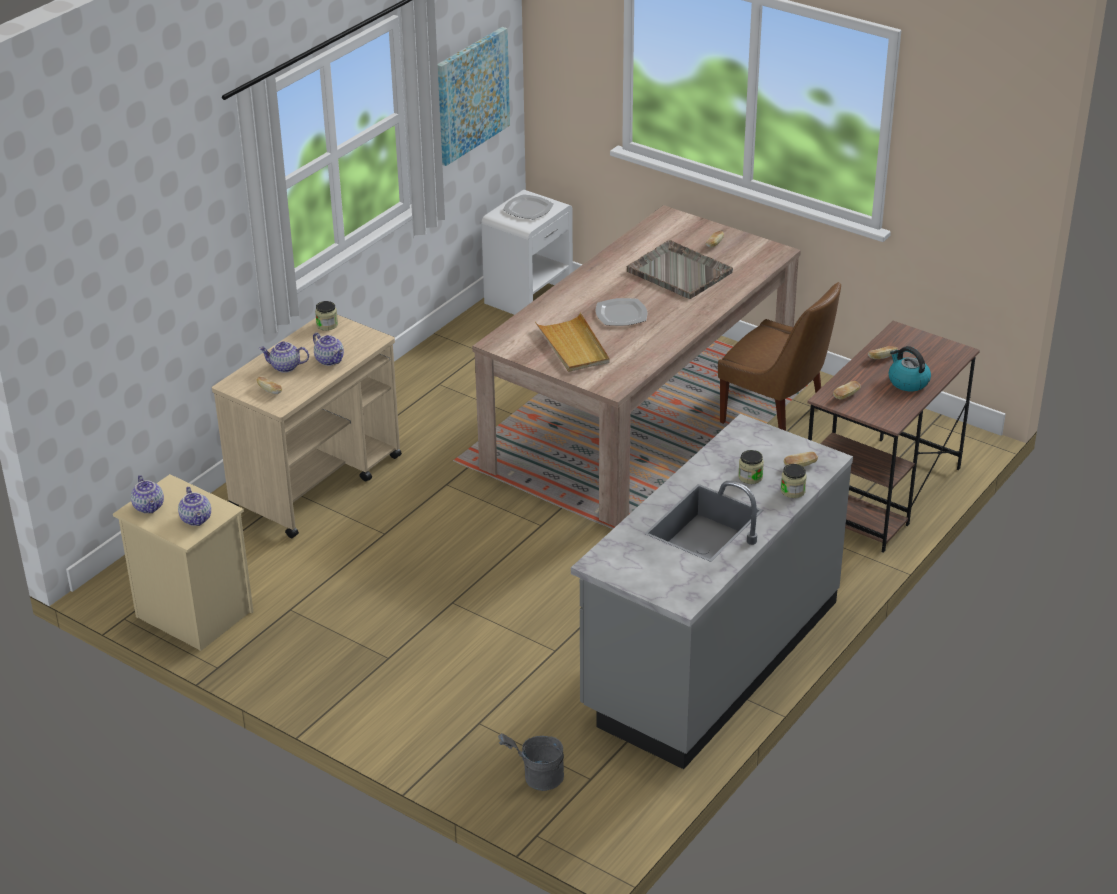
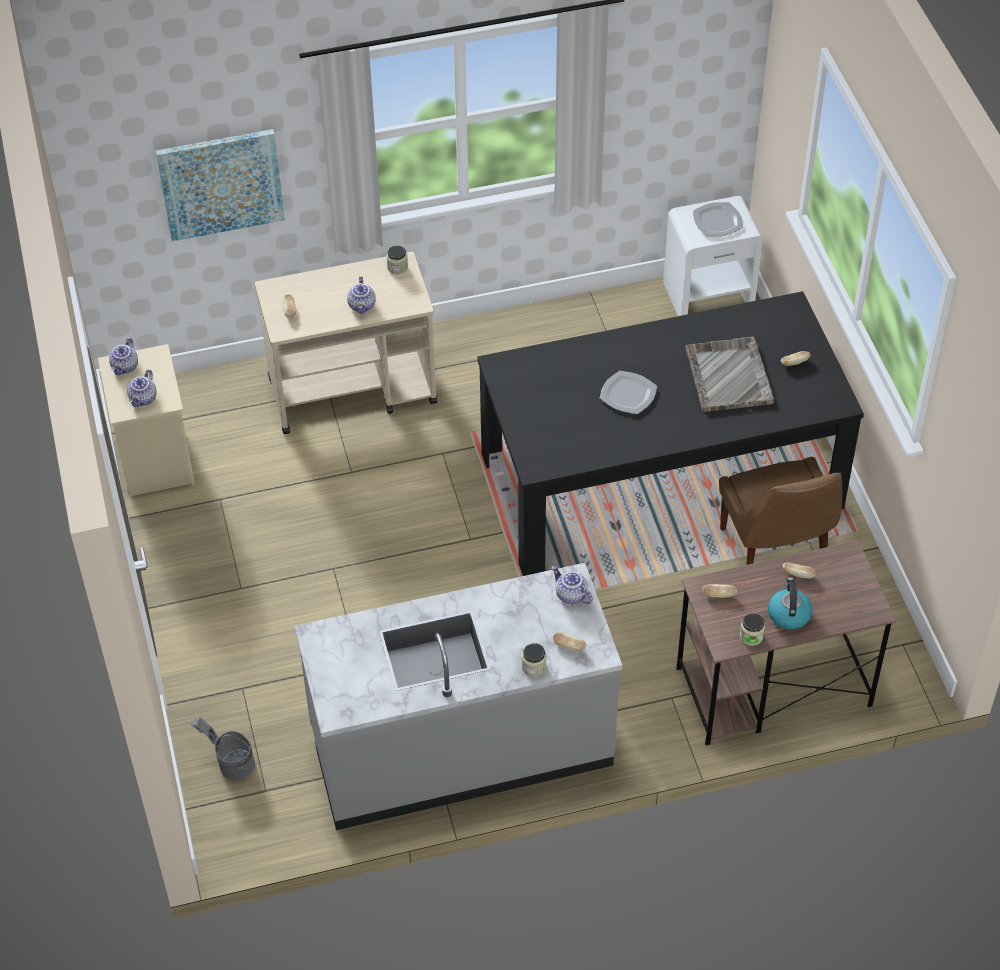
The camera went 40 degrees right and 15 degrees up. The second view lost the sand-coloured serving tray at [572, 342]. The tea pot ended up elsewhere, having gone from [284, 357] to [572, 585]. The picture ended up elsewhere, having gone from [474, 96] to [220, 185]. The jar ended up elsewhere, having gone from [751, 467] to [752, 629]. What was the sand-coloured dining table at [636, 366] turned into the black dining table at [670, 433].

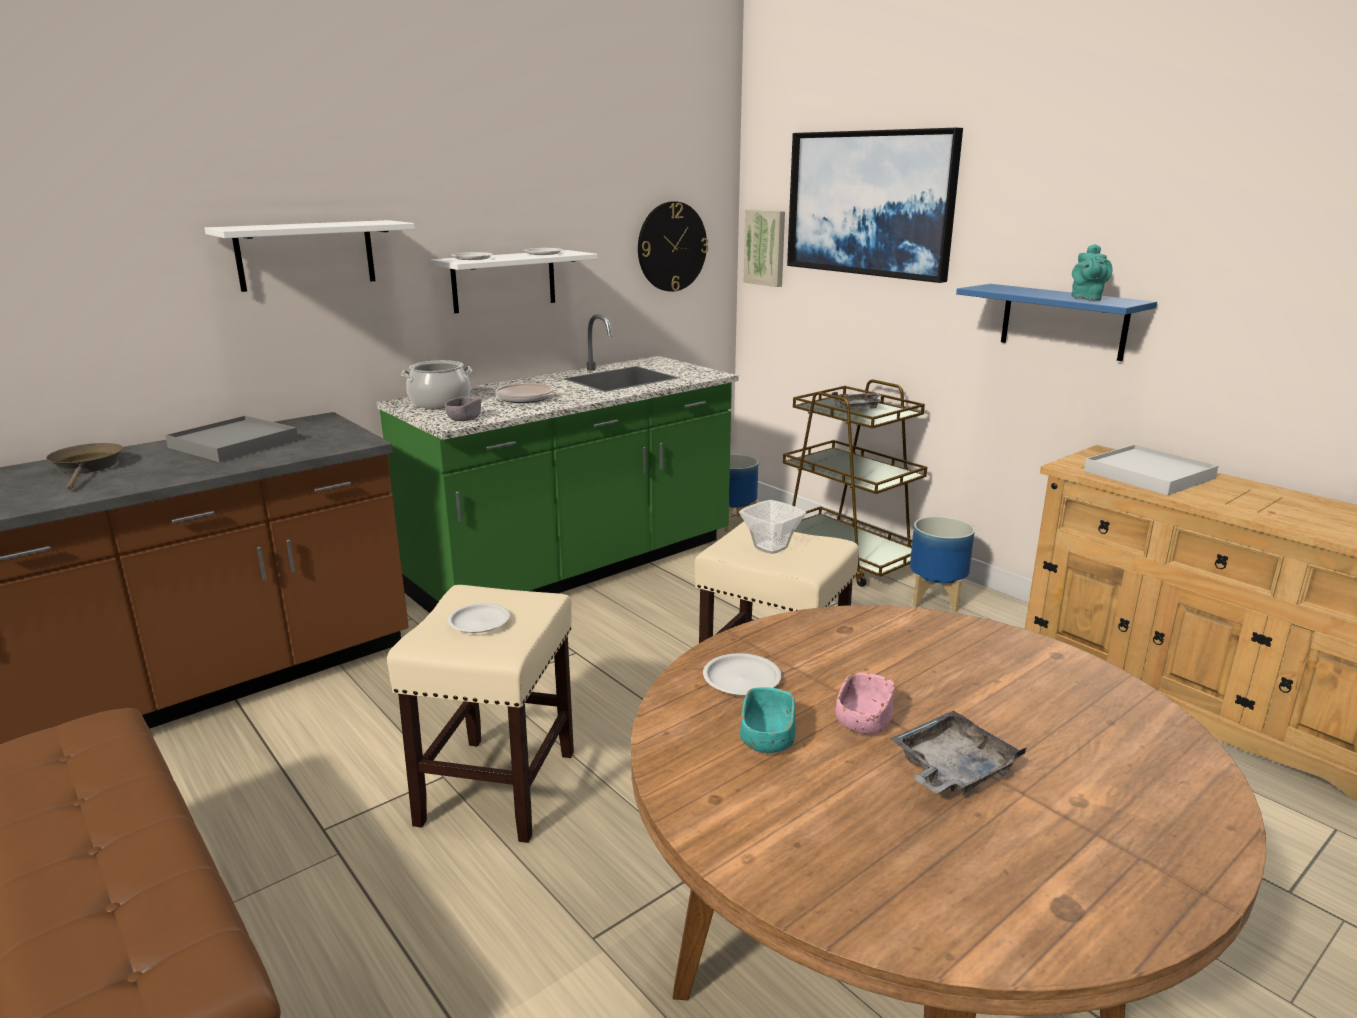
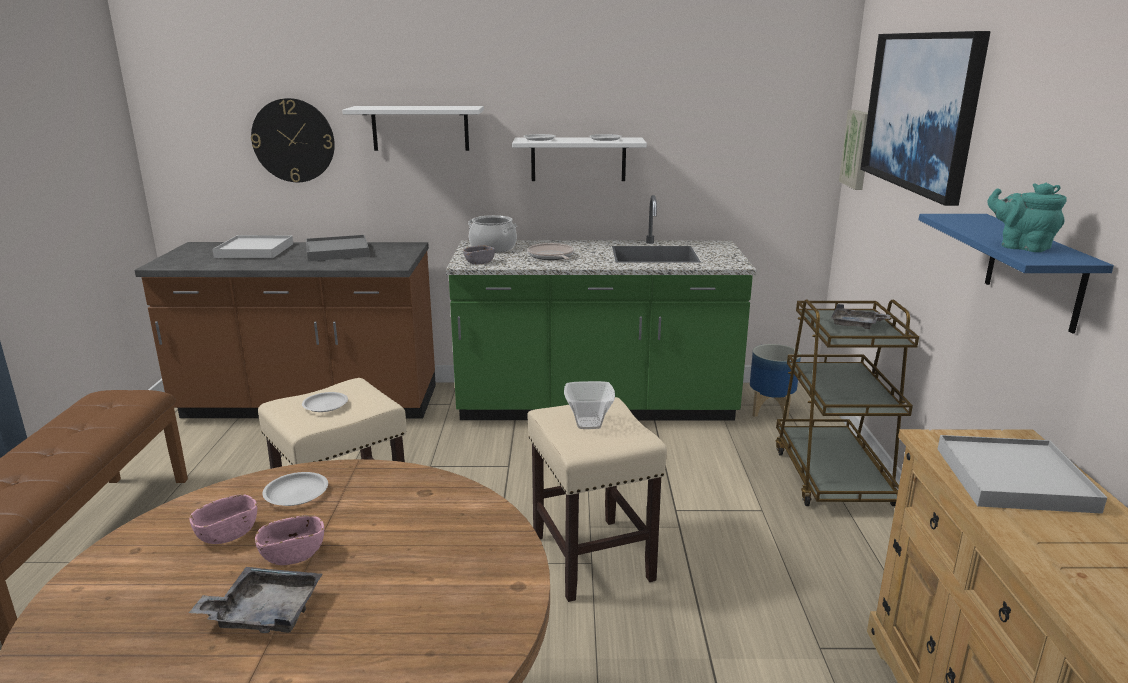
The camera went 40 degrees right and 0 degrees up. The second view lost the flower pot at [942, 564]. The hanging clock ended up elsewhere, having gone from [673, 246] to [293, 140]. Where the brown skillet stood at [84, 466], the white-coloured serving tray came to stand at [252, 246]. What was the turquoise deep dish at [767, 720] turned into the pinkish deep dish at [223, 519]. The turquoise tea pot at [1091, 272] ended up facing another way, 75 degrees clockwise from before.

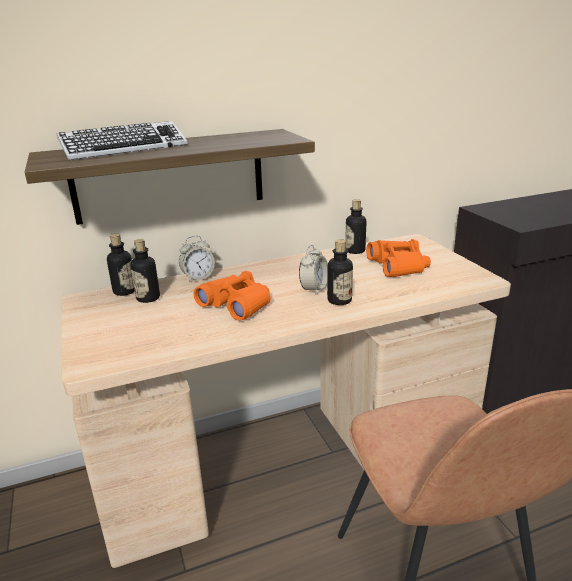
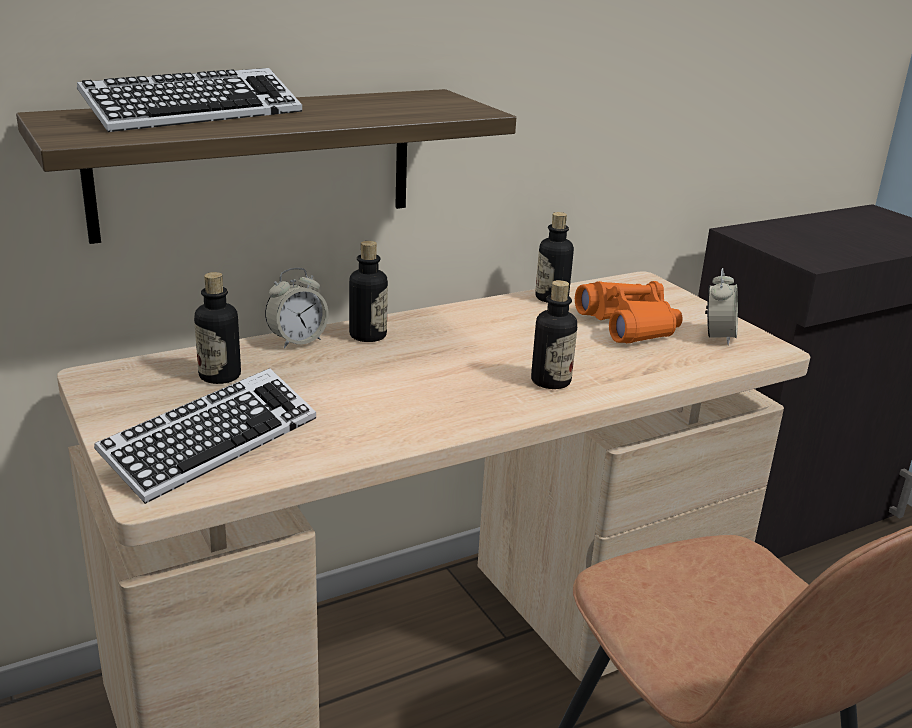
The camera went 10 degrees left and 0 degrees up. The second view lost the orangey field glasses at [231, 296]. The second view gained the computer keyboard at [205, 436]. The beverage bottle ended up elsewhere, having gone from [121, 265] to [368, 291]. The alarm clock ended up elsewhere, having gone from [313, 269] to [721, 306].

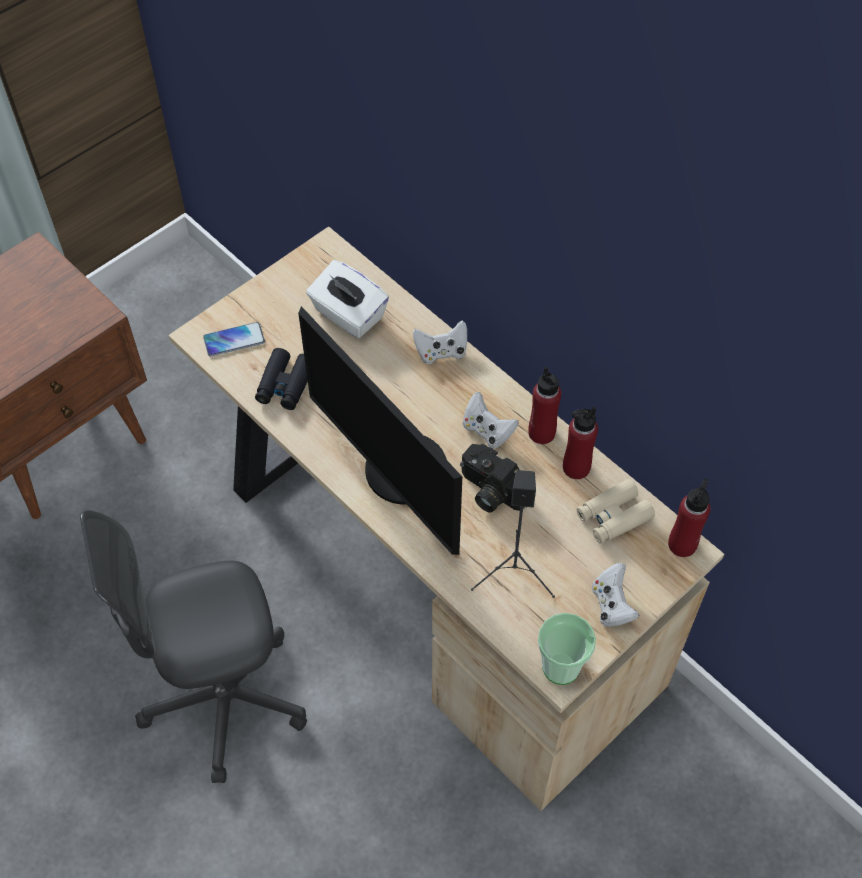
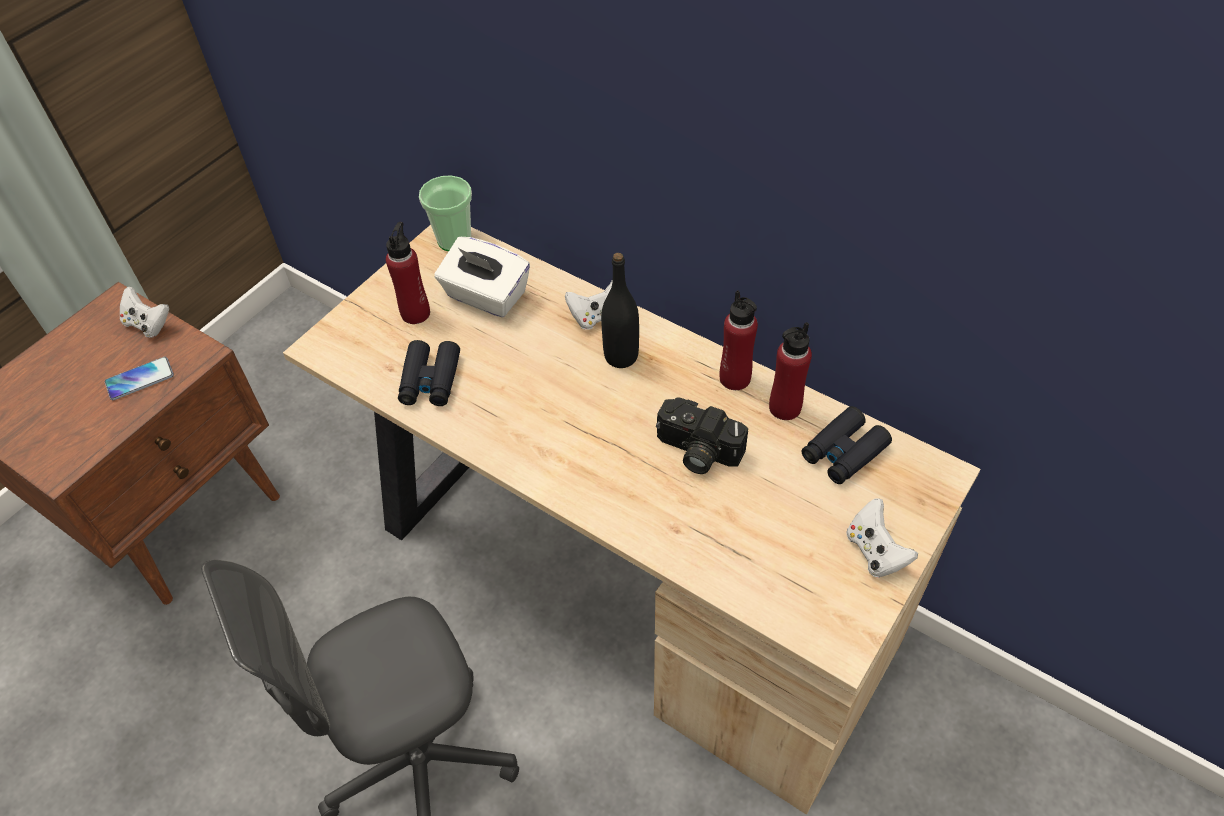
The camera went 10 degrees left and 5 degrees down. The second view lost the monitor at [380, 430]. The second view lost the black speaker at [513, 534]. The second view gained the black beverage bottle at [620, 310]. The handset ended up elsewhere, having gone from [234, 339] to [139, 378]. The white-coloured game controller ended up elsewhere, having gone from [491, 420] to [144, 312]. The drinking cup ended up elsewhere, having gone from [567, 649] to [445, 213]. The red-coloured beverage bottle ended up elsewhere, having gone from [689, 517] to [408, 273]. What was the sand-coloured field glasses at [616, 511] turned into the black field glasses at [847, 445].

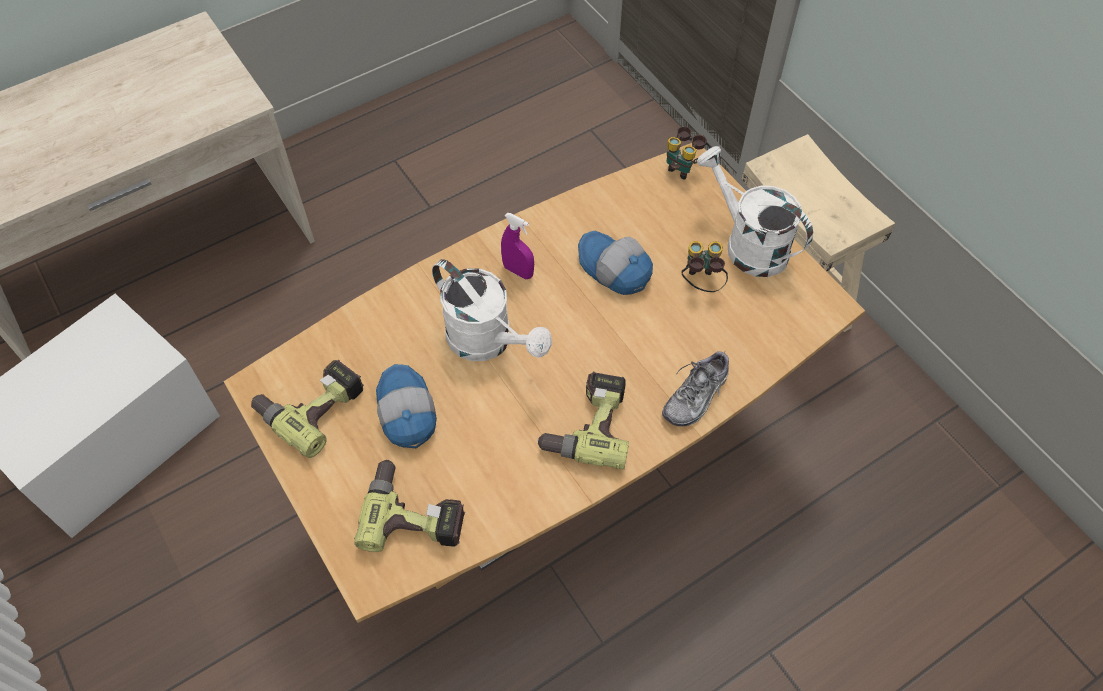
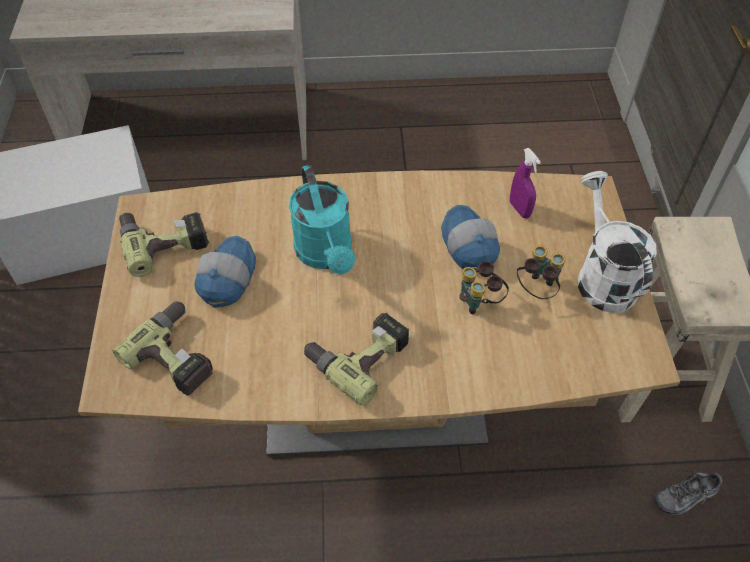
The camera went 30 degrees right and 5 degrees down. The purple hand sprayer ended up elsewhere, having gone from [517, 246] to [525, 183]. The item of footwear ended up elsewhere, having gone from [695, 387] to [688, 492]. The field glasses ended up elsewhere, having gone from [689, 152] to [484, 287]. What was the white-coloured sprinkling can at [492, 310] turned into the turquoise sprinkling can at [322, 219].

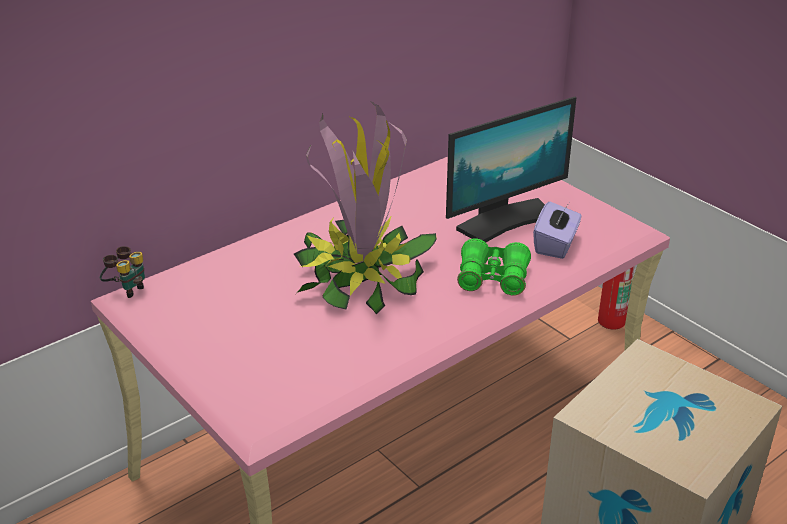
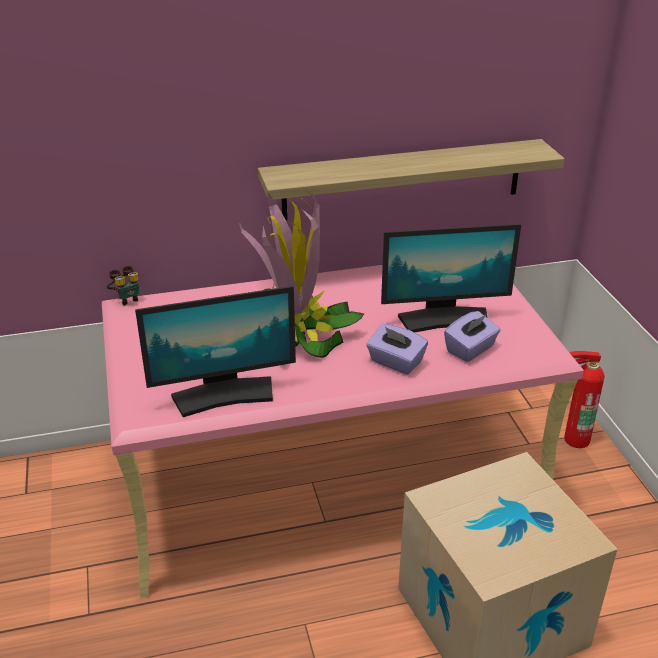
The camera went 25 degrees right and 0 degrees up. The second view gained the monitor at [215, 351]. The second view gained the shelf at [411, 180]. Where the greenish field glasses stood at [494, 267], the purple tissue box came to stand at [397, 349].

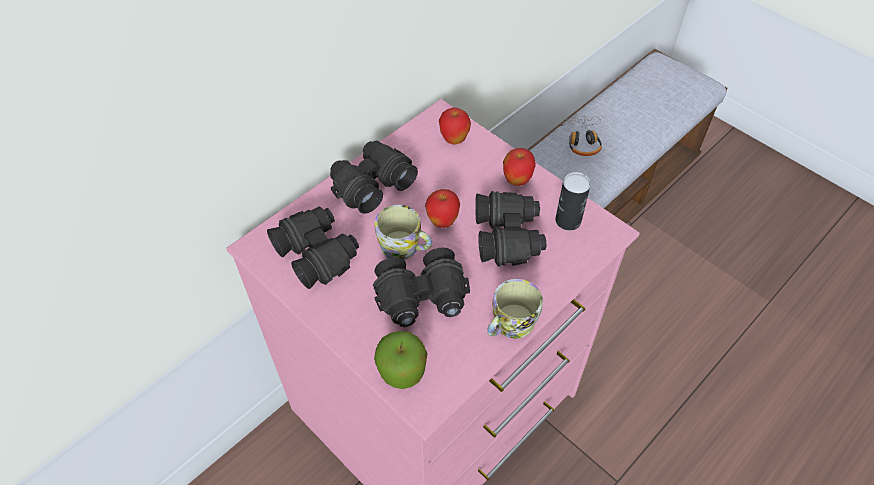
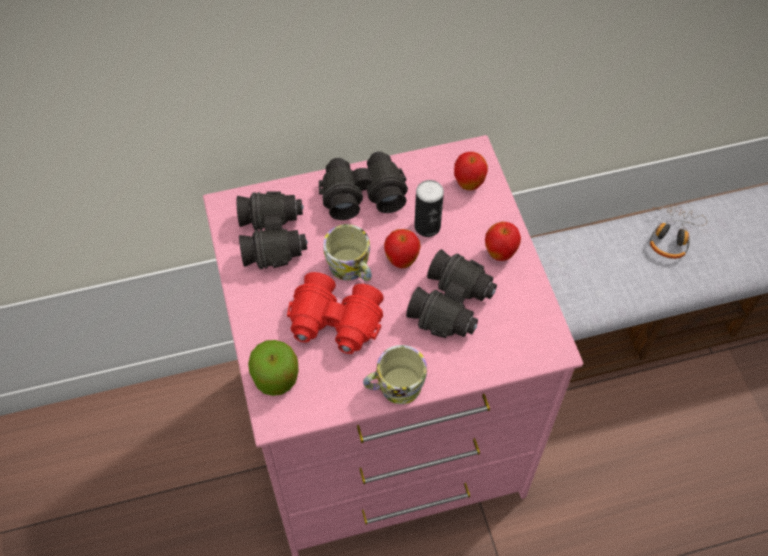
The camera went 30 degrees right and 5 degrees up. The can ended up elsewhere, having gone from [573, 201] to [429, 208]. What was the black field glasses at [421, 287] turned into the red-coloured field glasses at [335, 313].

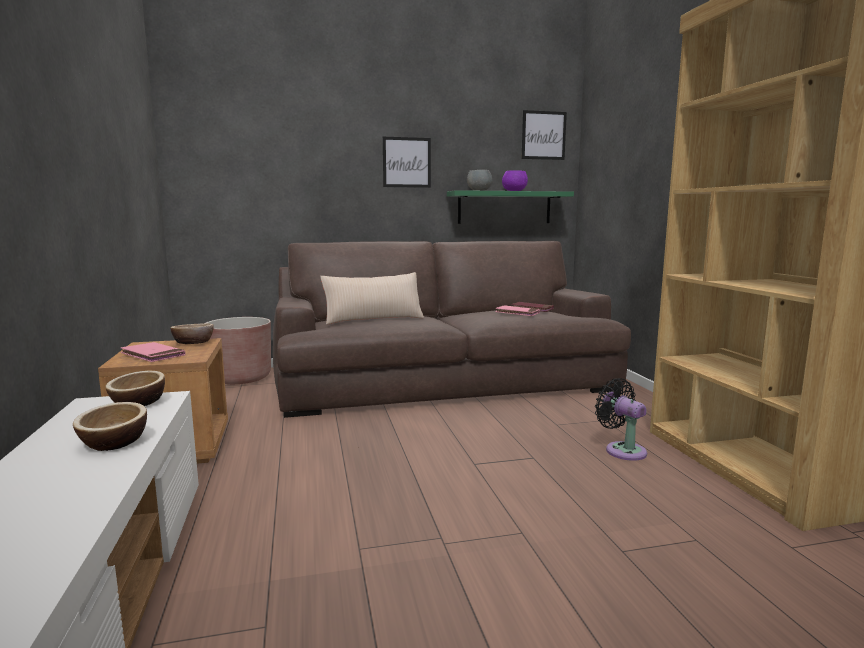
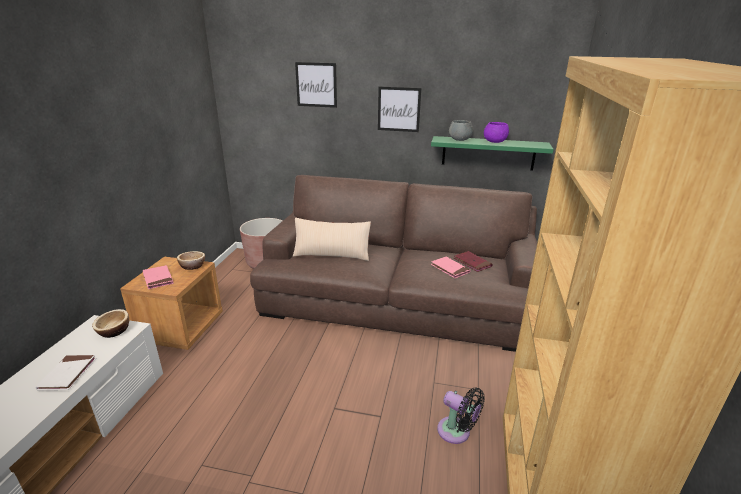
The camera went 25 degrees right and 15 degrees up. The picture ended up elsewhere, having gone from [544, 135] to [316, 85]. Where the deep dish stood at [110, 426], the white-coloured bound book came to stand at [65, 373]. The black cooling fan at [621, 419] ended up facing another way, 135 degrees clockwise from before.

